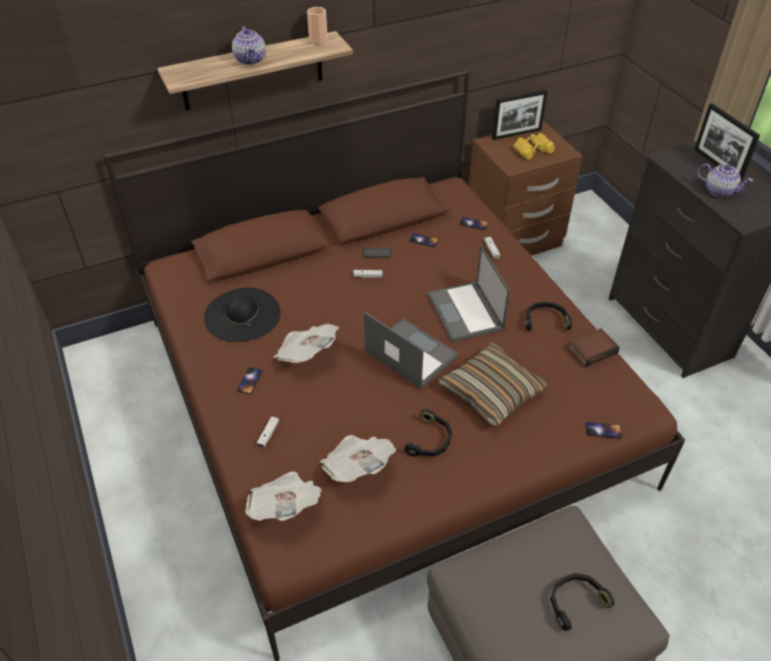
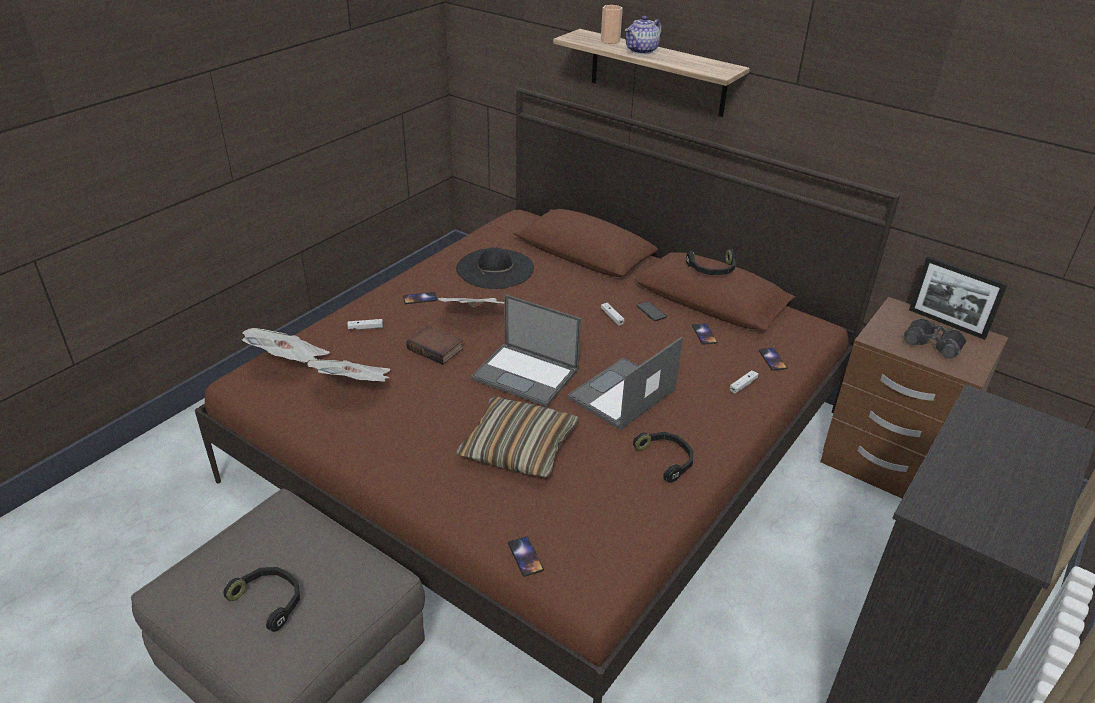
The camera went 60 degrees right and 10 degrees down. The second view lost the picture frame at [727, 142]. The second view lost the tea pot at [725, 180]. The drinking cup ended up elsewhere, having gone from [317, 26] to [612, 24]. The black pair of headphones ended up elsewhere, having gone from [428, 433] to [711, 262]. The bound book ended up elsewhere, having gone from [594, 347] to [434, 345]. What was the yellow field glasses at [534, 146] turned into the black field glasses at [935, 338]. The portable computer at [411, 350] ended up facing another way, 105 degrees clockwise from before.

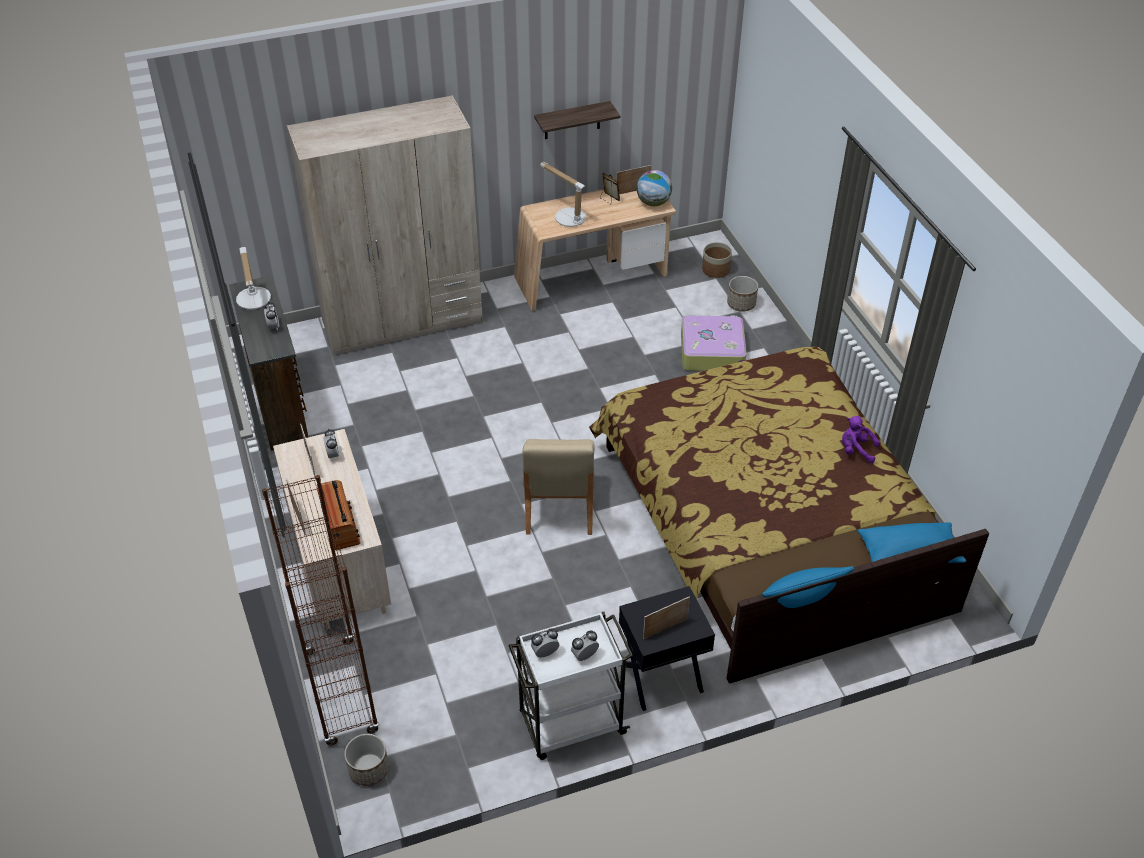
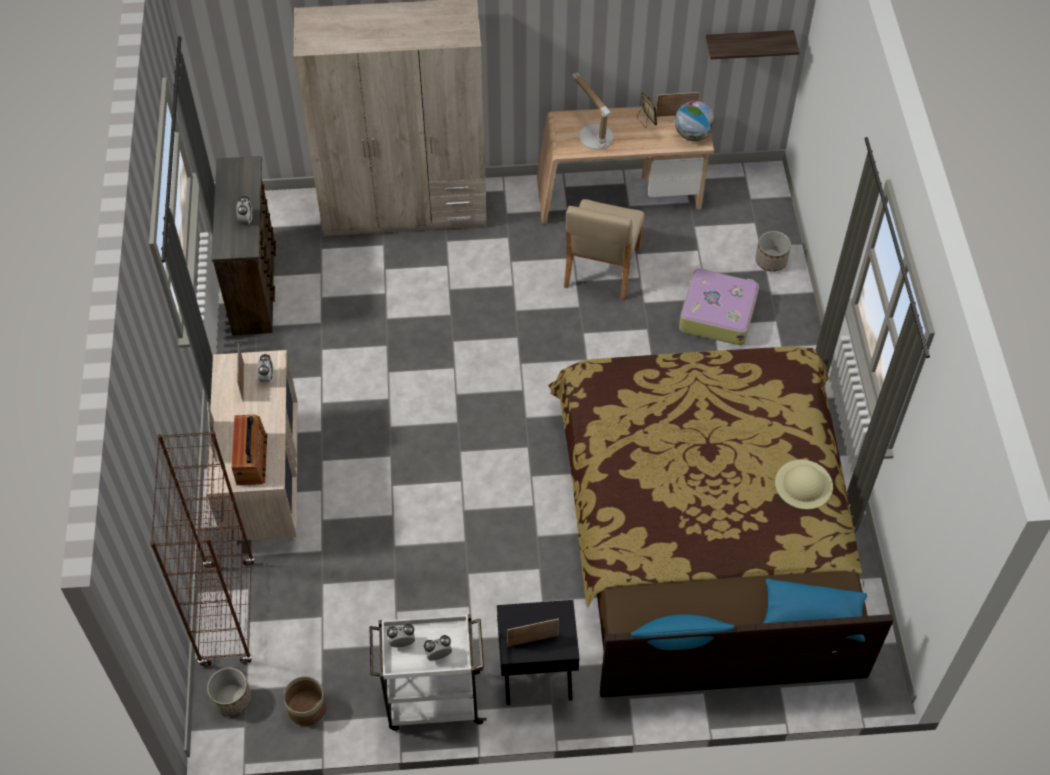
The camera went 15 degrees right and 10 degrees up. The second view lost the lamp for a table at [253, 278]. The sand-coloured chair ended up elsewhere, having gone from [558, 487] to [604, 250]. The shelf ended up elsewhere, having gone from [577, 120] to [753, 44]. The flower pot ended up elsewhere, having gone from [717, 260] to [305, 701]. Where the purple soft toy stood at [861, 439], the sand-coloured wearable hat came to stand at [804, 485].

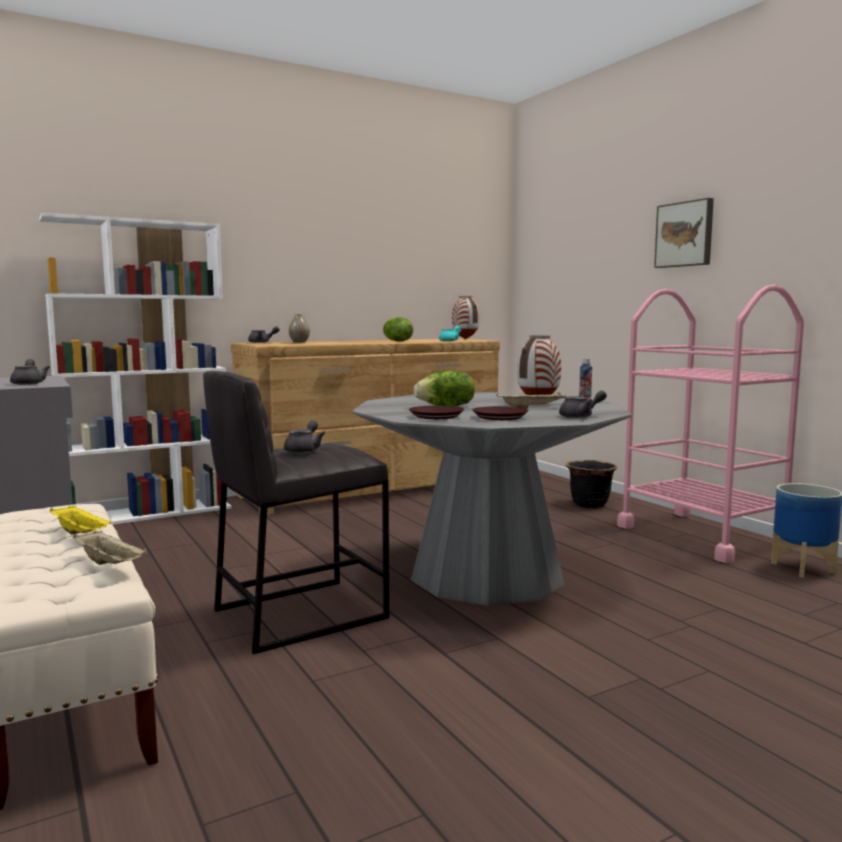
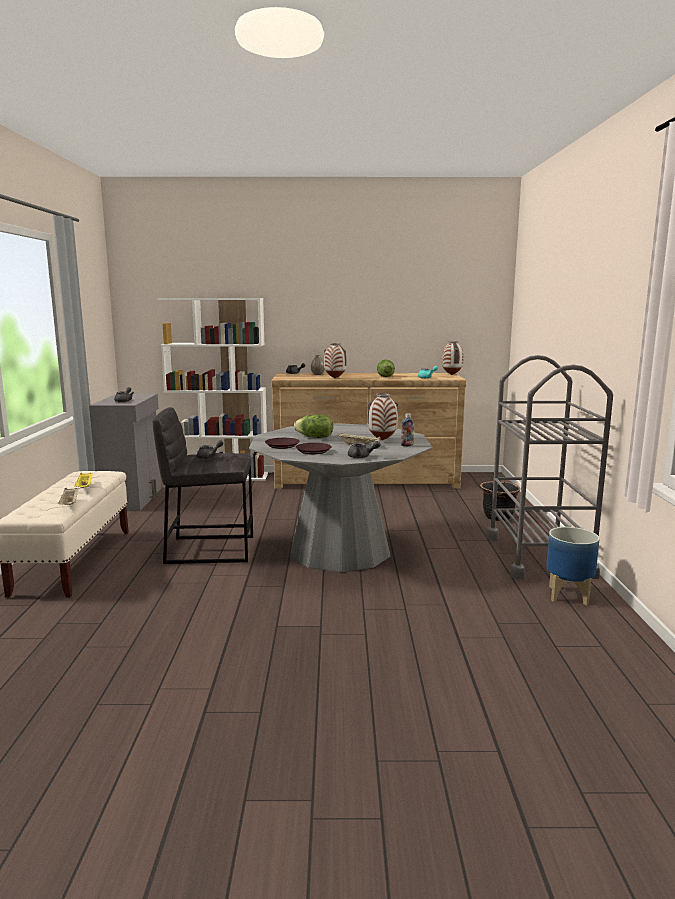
The camera went 30 degrees right and 5 degrees up. The second view lost the picture at [684, 233]. The second view gained the vase at [335, 360]. What was the pinkish wheeled cart at [710, 424] turned into the grey wheeled cart at [549, 467].

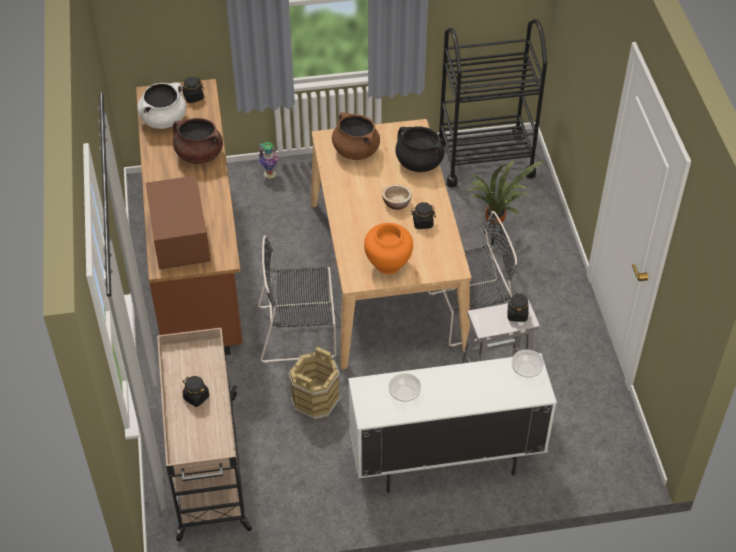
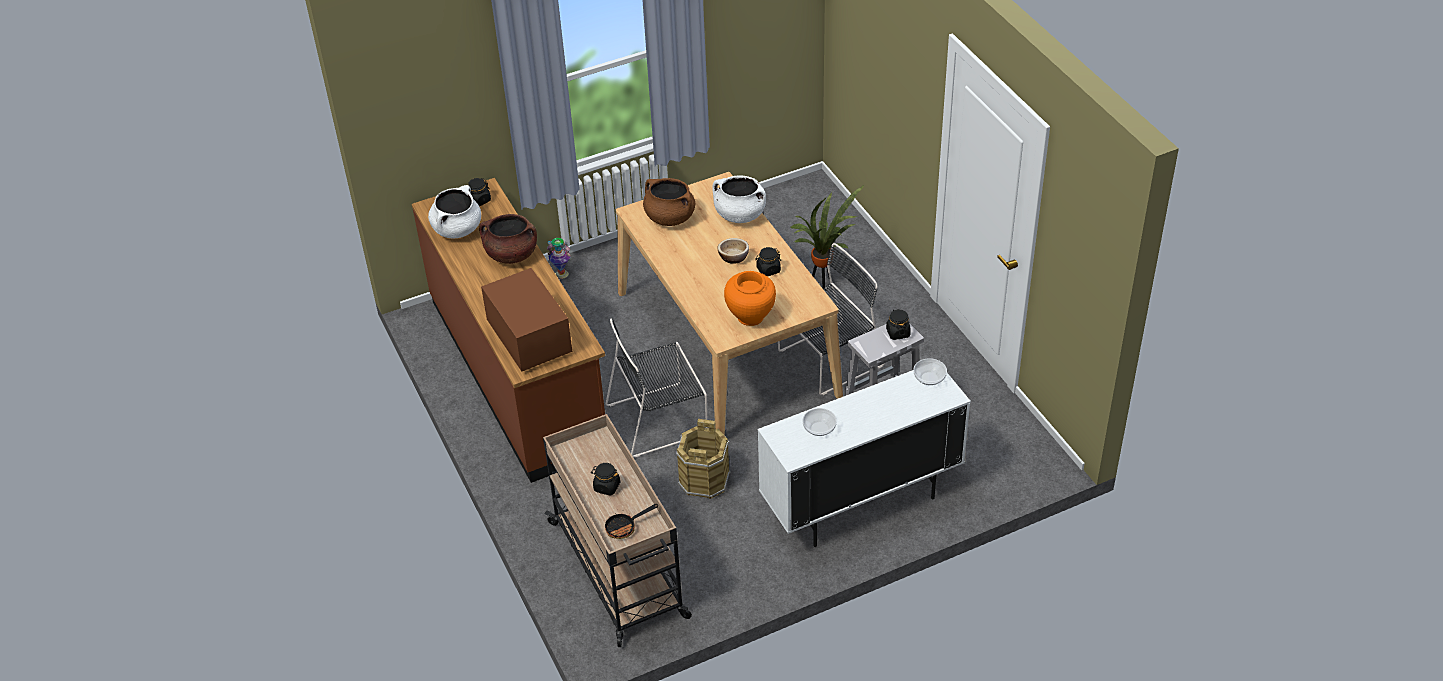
The camera went 15 degrees left and 5 degrees down. The second view lost the black wheeled cart at [493, 103]. The second view gained the skillet at [631, 521]. What was the black saucepot at [420, 149] turned into the white-coloured saucepot at [739, 199].

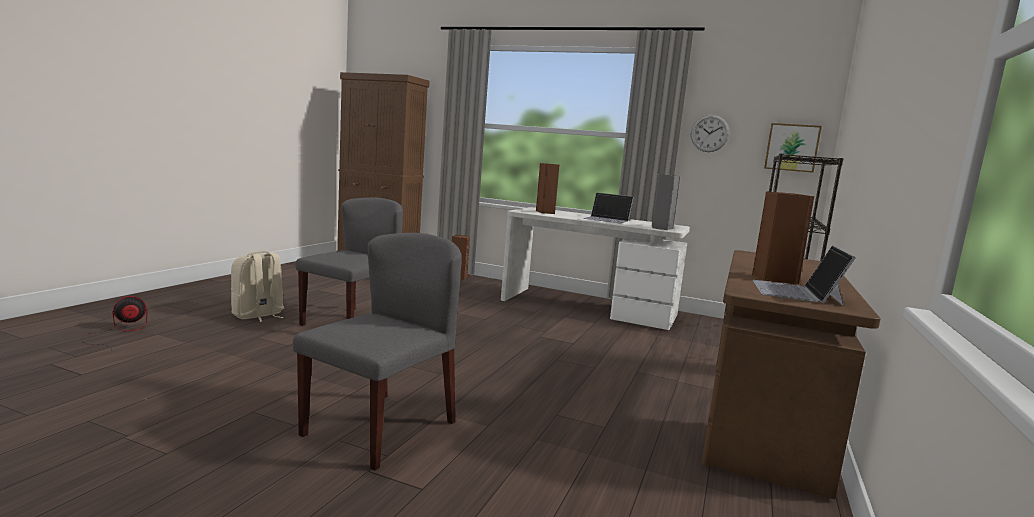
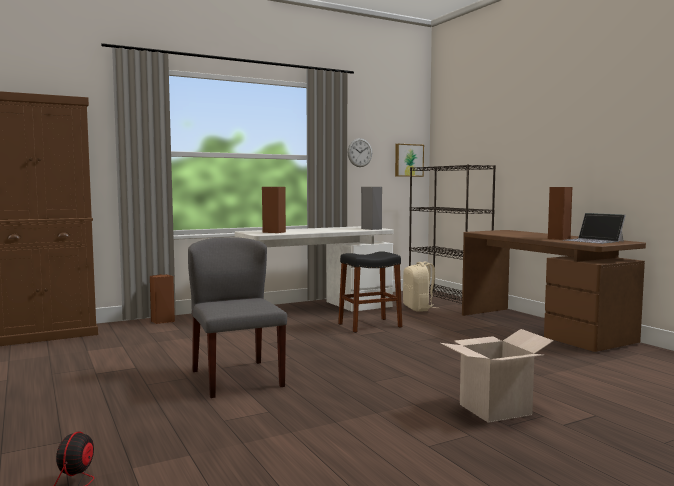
The camera went 50 degrees left and 5 degrees down. The second view lost the portable computer at [608, 208]. The second view gained the black stool seat at [370, 292]. The sand-coloured rucksack ended up elsewhere, having gone from [257, 286] to [419, 286]. Where the grey chair stood at [377, 351], the packing box came to stand at [497, 376].

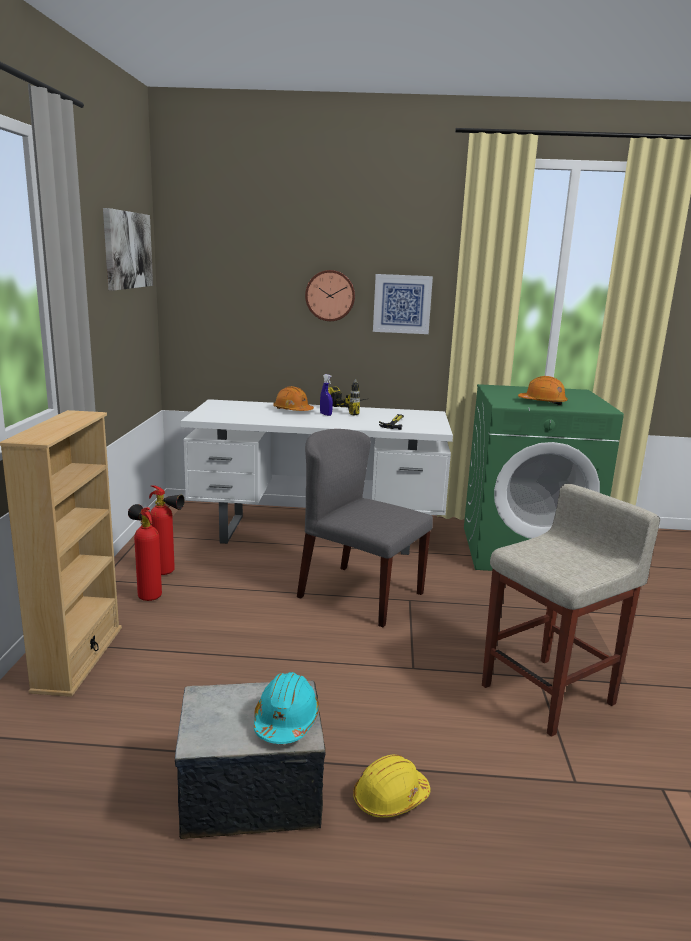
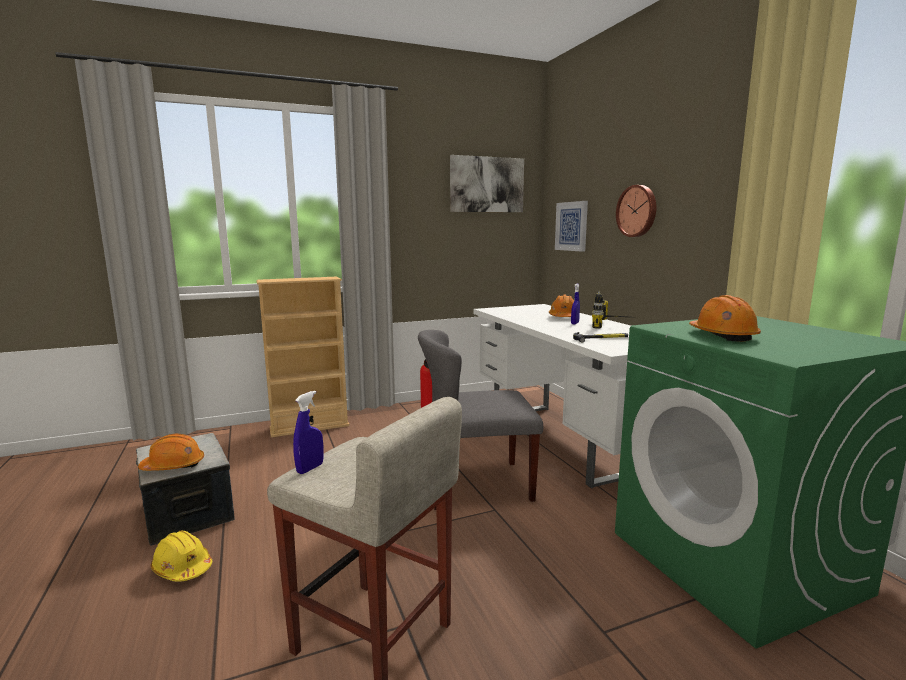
The camera went 65 degrees right and 5 degrees down. The second view lost the fire-fighting cylinder at [145, 552]. The second view gained the blue hand sprayer at [308, 432]. The picture ended up elsewhere, having gone from [403, 304] to [571, 226]. What was the turquoise work helmet at [286, 708] turned into the orangey work helmet at [171, 452]. The grey chair at [365, 528] ended up facing another way, 105 degrees counterclockwise from before.

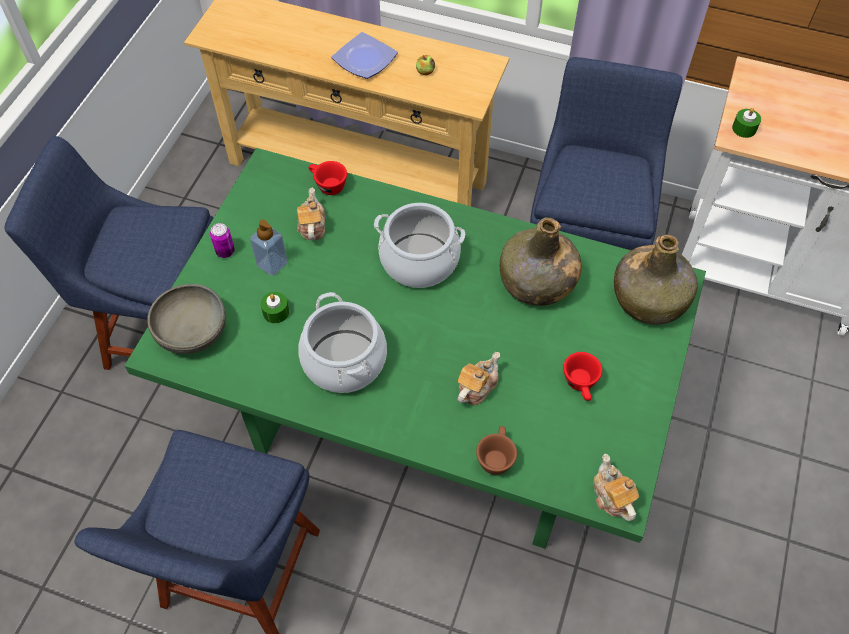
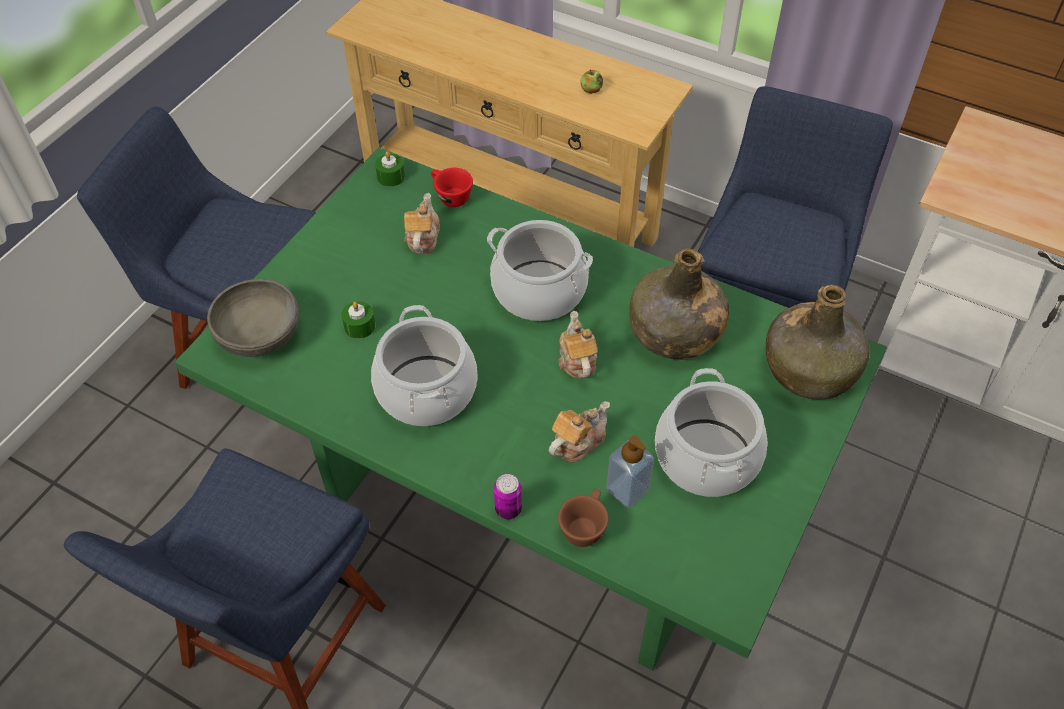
The camera went 10 degrees right and 5 degrees down. The second view lost the flat dish at [364, 55]. The can ended up elsewhere, having gone from [222, 240] to [508, 496]. The soap bottle ended up elsewhere, having gone from [269, 247] to [630, 472]. The tea pot ended up elsewhere, having gone from [616, 487] to [578, 345]. The greenish wax candle ended up elsewhere, having gone from [746, 123] to [390, 169]. Where the red-coloured drinking cup stood at [582, 376], the saucepot came to stand at [711, 432].

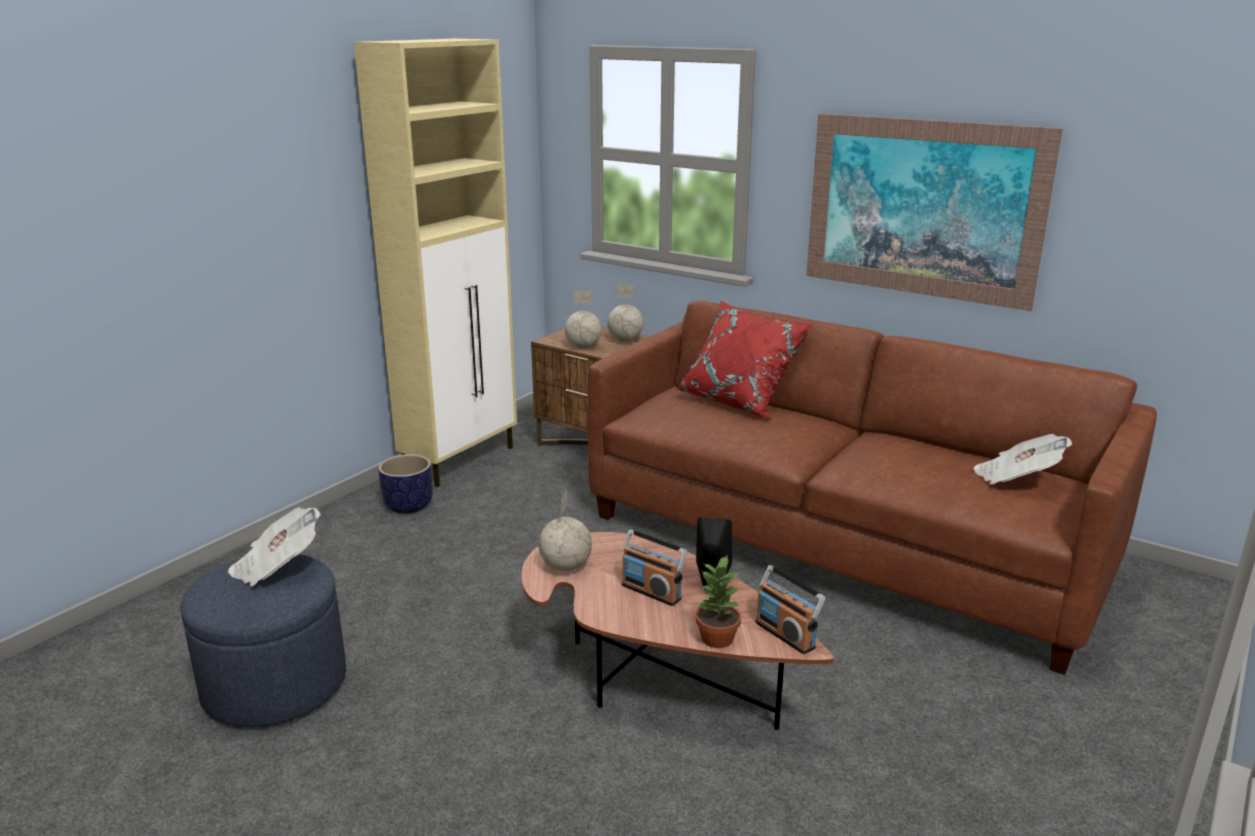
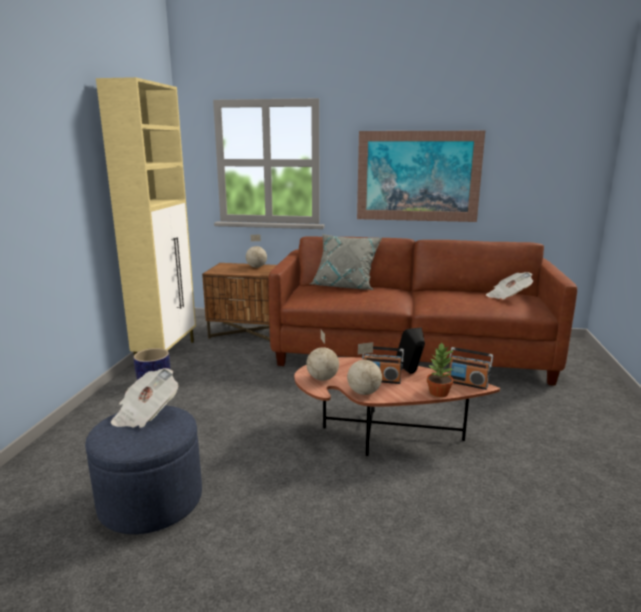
The camera went 25 degrees left and 5 degrees down. The globe ended up elsewhere, having gone from [583, 319] to [364, 368]. What was the red-coloured pillow at [744, 360] turned into the grey pillow at [346, 262].

